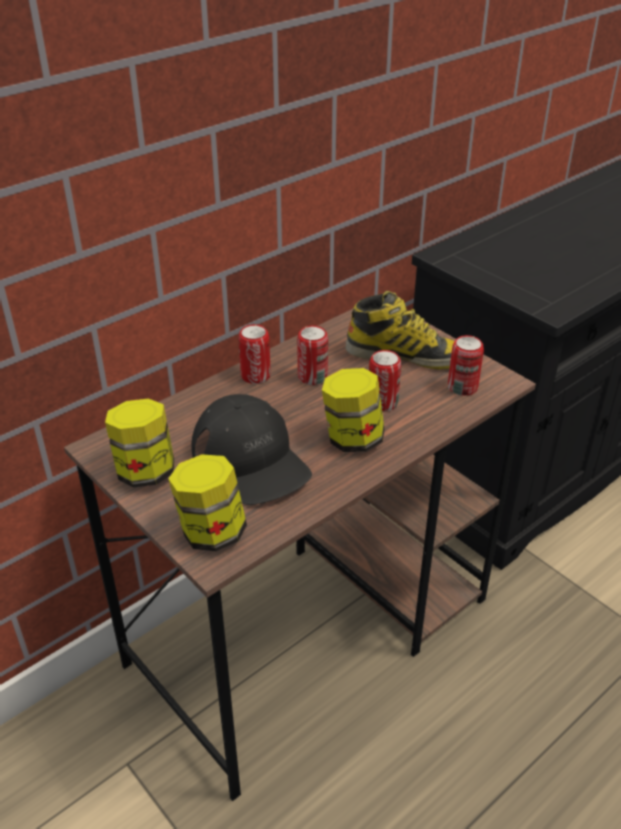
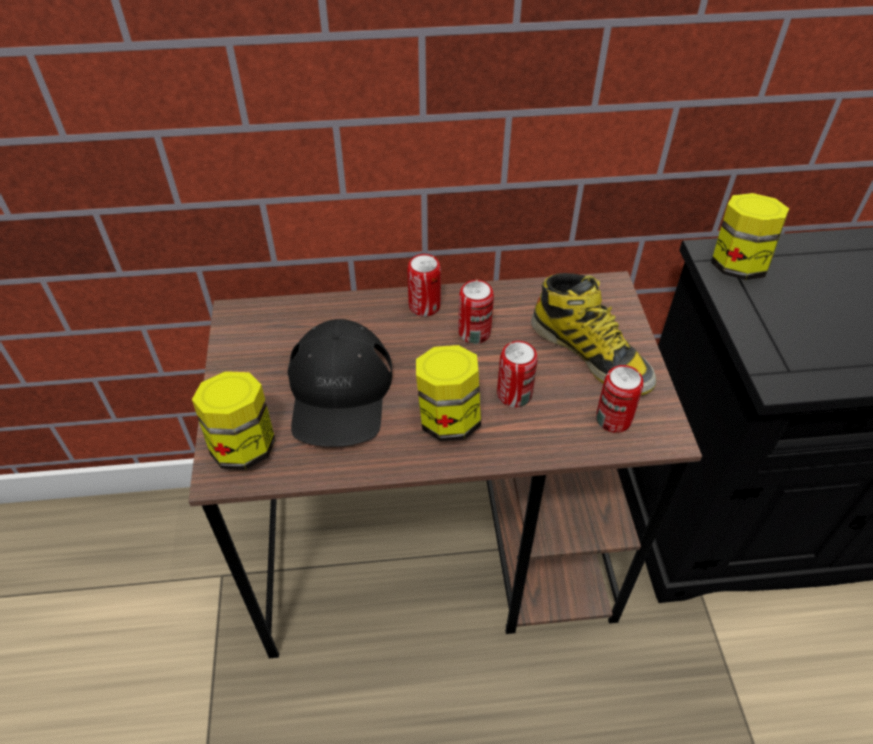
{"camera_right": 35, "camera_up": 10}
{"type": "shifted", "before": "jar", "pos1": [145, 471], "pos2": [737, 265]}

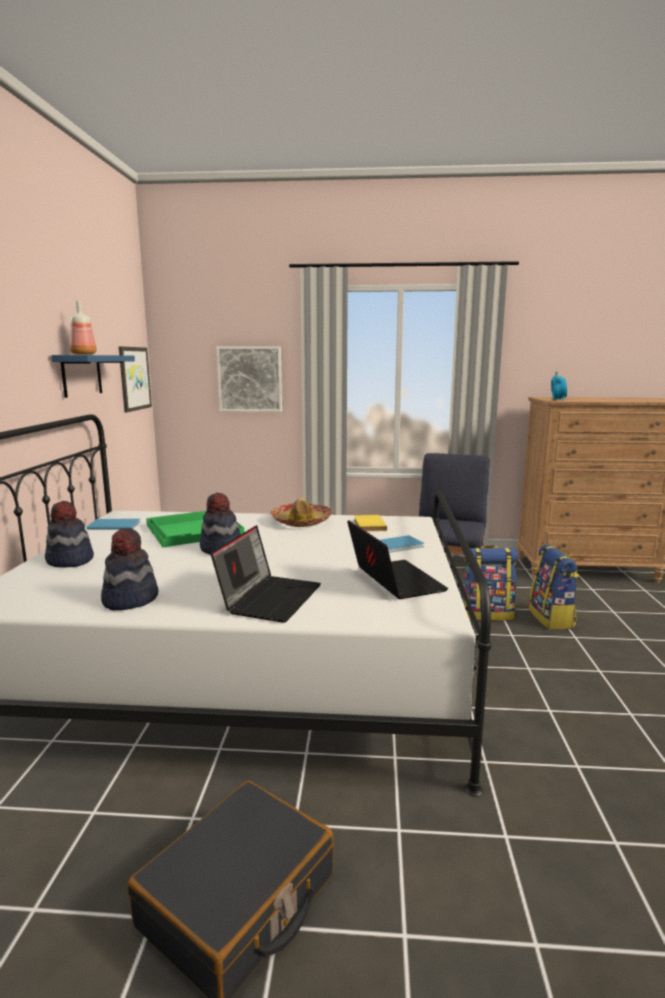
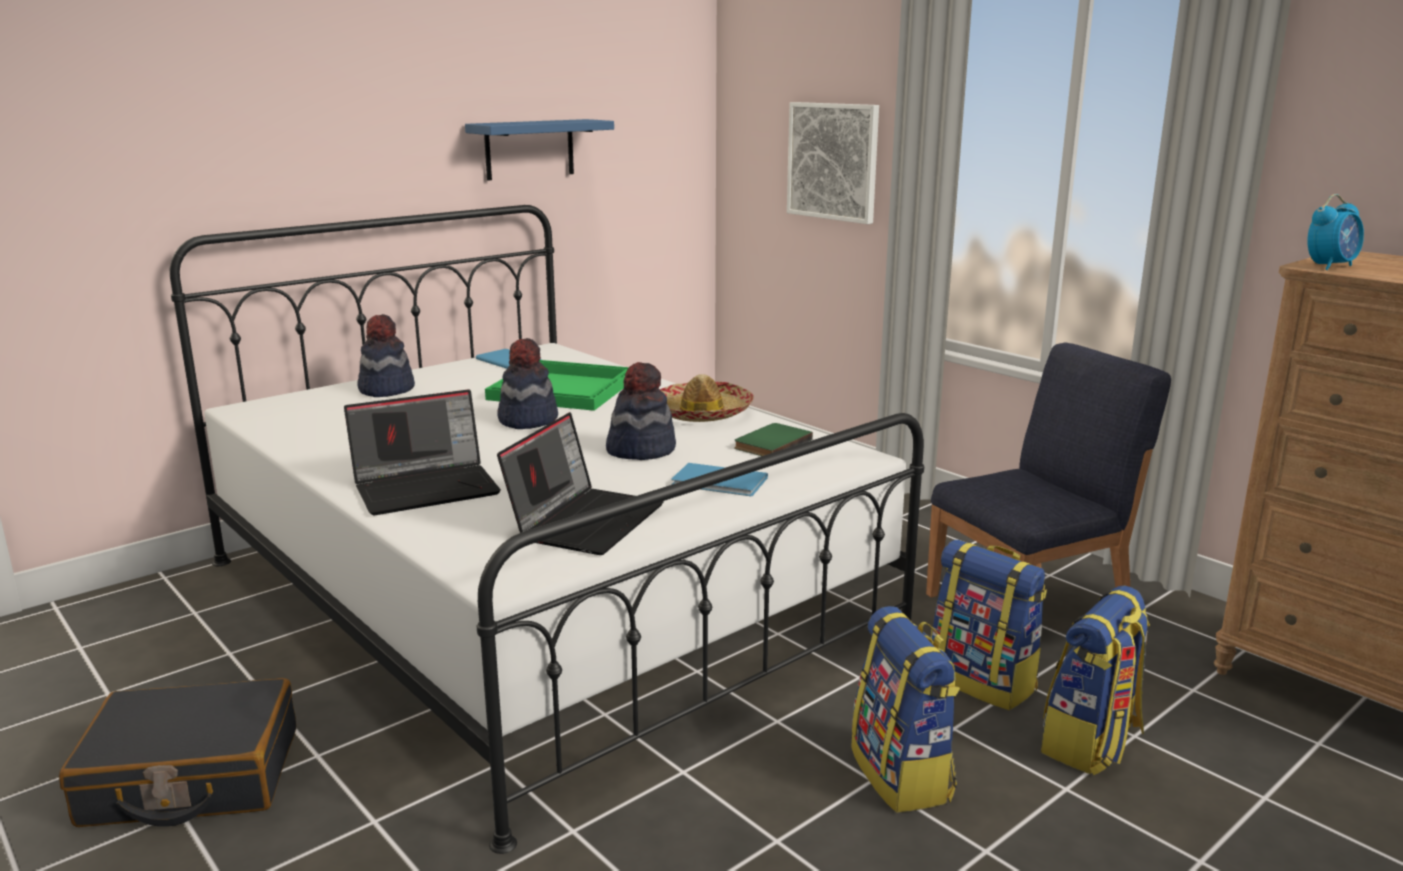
{"camera_right": 45, "camera_up": 5}
{"type": "gone", "before": "drink bottle", "pos1": [82, 354]}
{"type": "shifted", "before": "wearable hat", "pos1": [130, 599], "pos2": [641, 450]}
{"type": "gone", "before": "picture", "pos1": [134, 378]}
{"type": "repainted", "before": "yellowish book", "after": "green book", "pos1": [368, 525], "pos2": [770, 443]}
{"type": "new", "after": "knapsack", "pos2": [903, 775]}

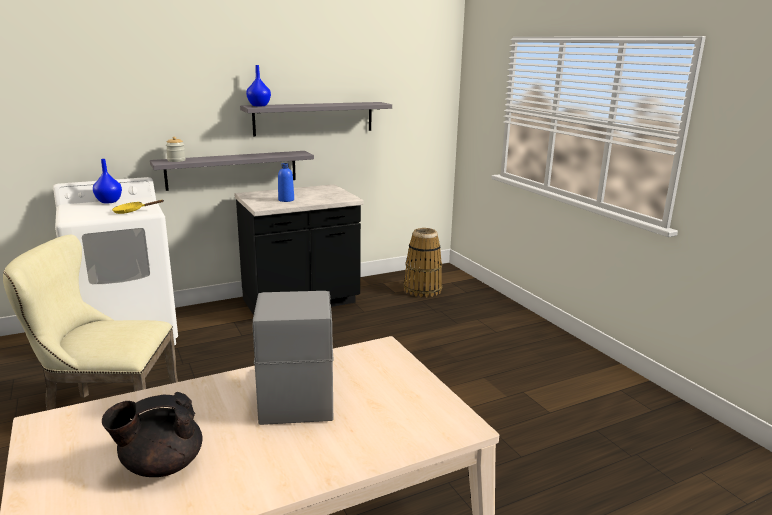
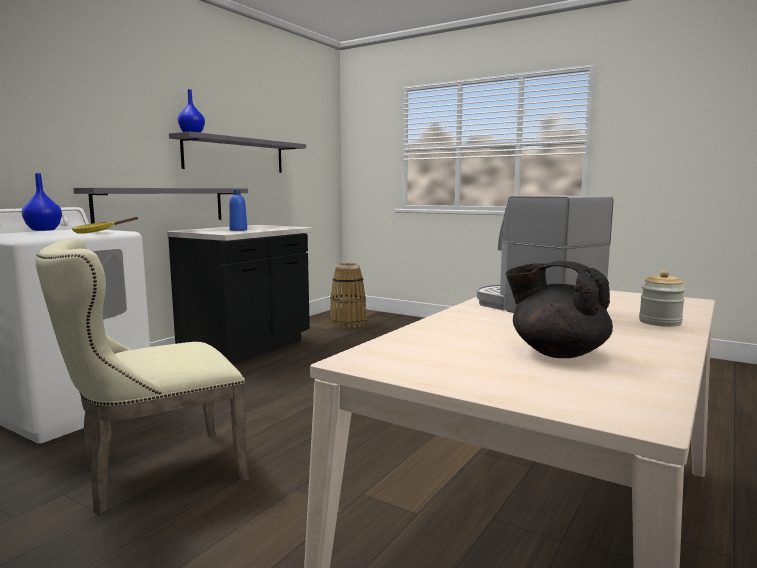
{"camera_right": -30, "camera_up": -10}
{"type": "rotated", "before": "blackish teapot", "pos1": [161, 465], "pos2": [557, 352], "turn": 90}
{"type": "shifted", "before": "jar", "pos1": [176, 160], "pos2": [660, 322]}

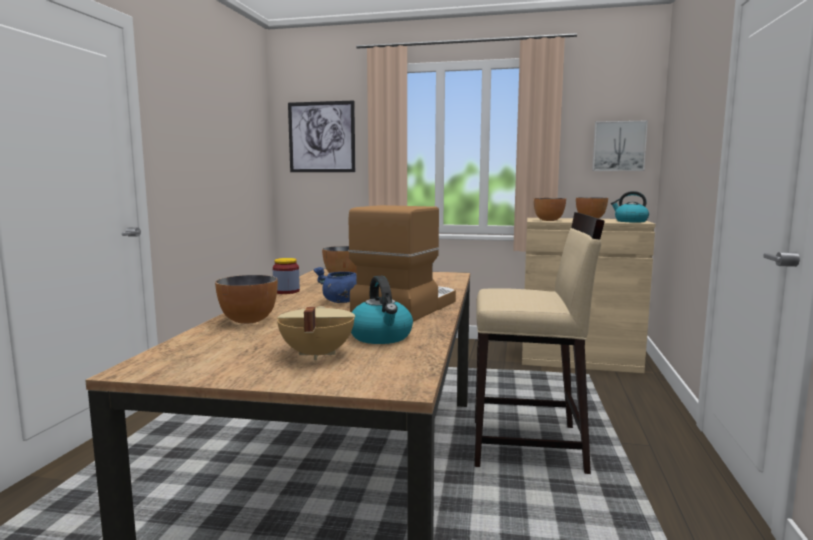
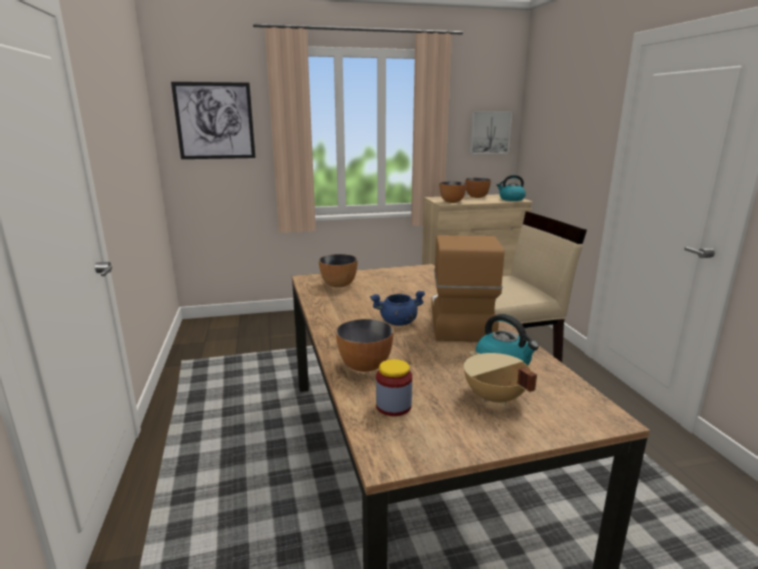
{"camera_right": -25, "camera_up": 10}
{"type": "shifted", "before": "jar", "pos1": [286, 291], "pos2": [393, 406]}

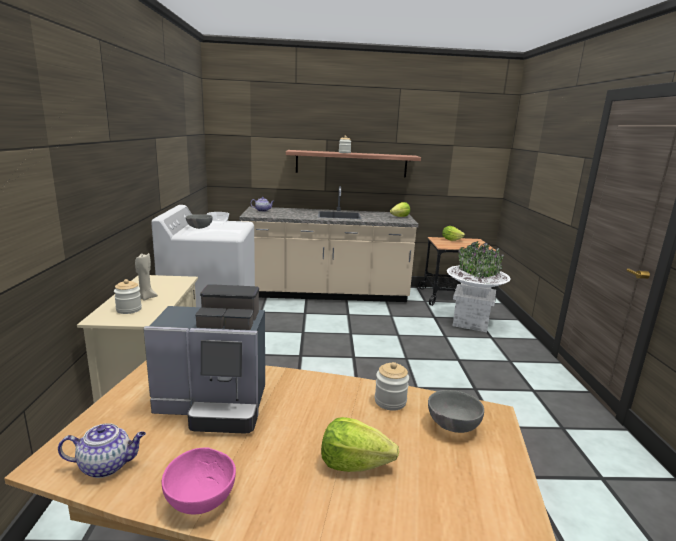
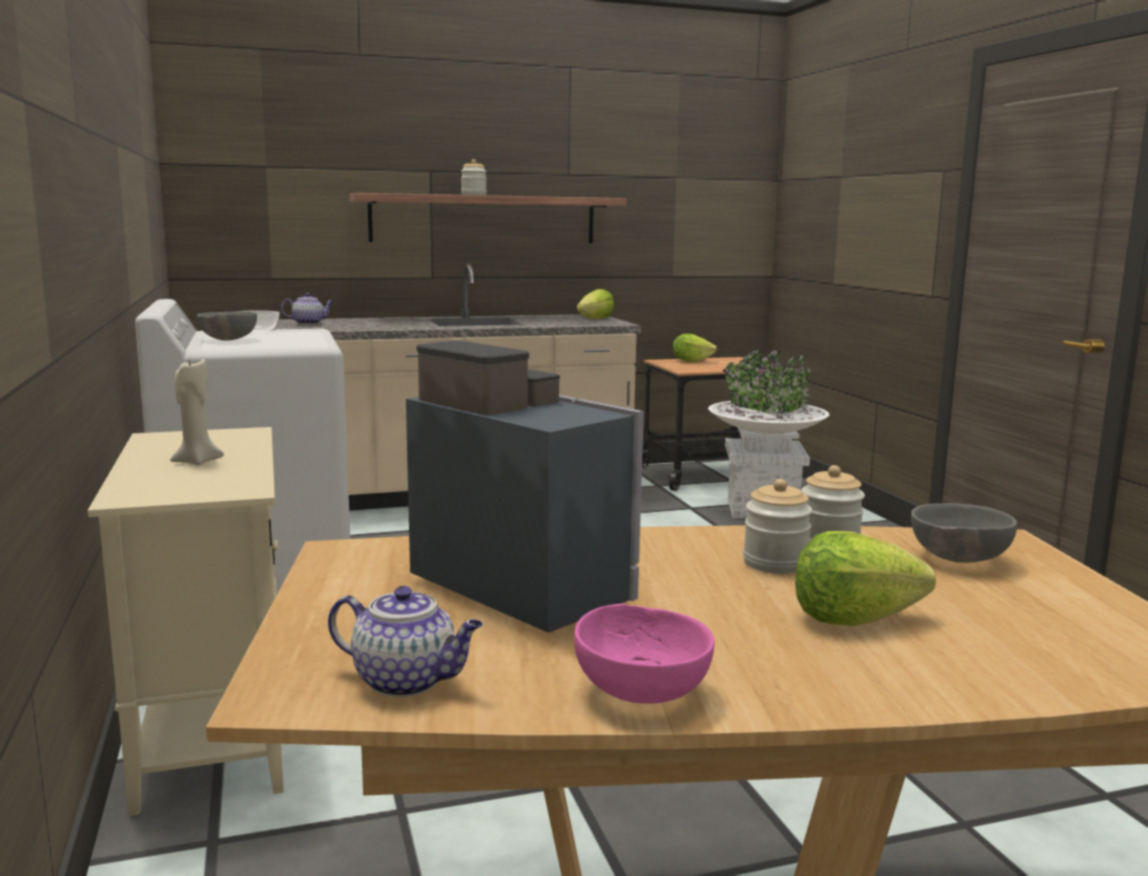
{"camera_right": -15, "camera_up": -5}
{"type": "rotated", "before": "teapot", "pos1": [107, 465], "pos2": [407, 681], "turn": 45}
{"type": "shifted", "before": "jar", "pos1": [129, 309], "pos2": [775, 563]}
{"type": "rotated", "before": "coffee maker", "pos1": [215, 406], "pos2": [524, 586], "turn": -120}

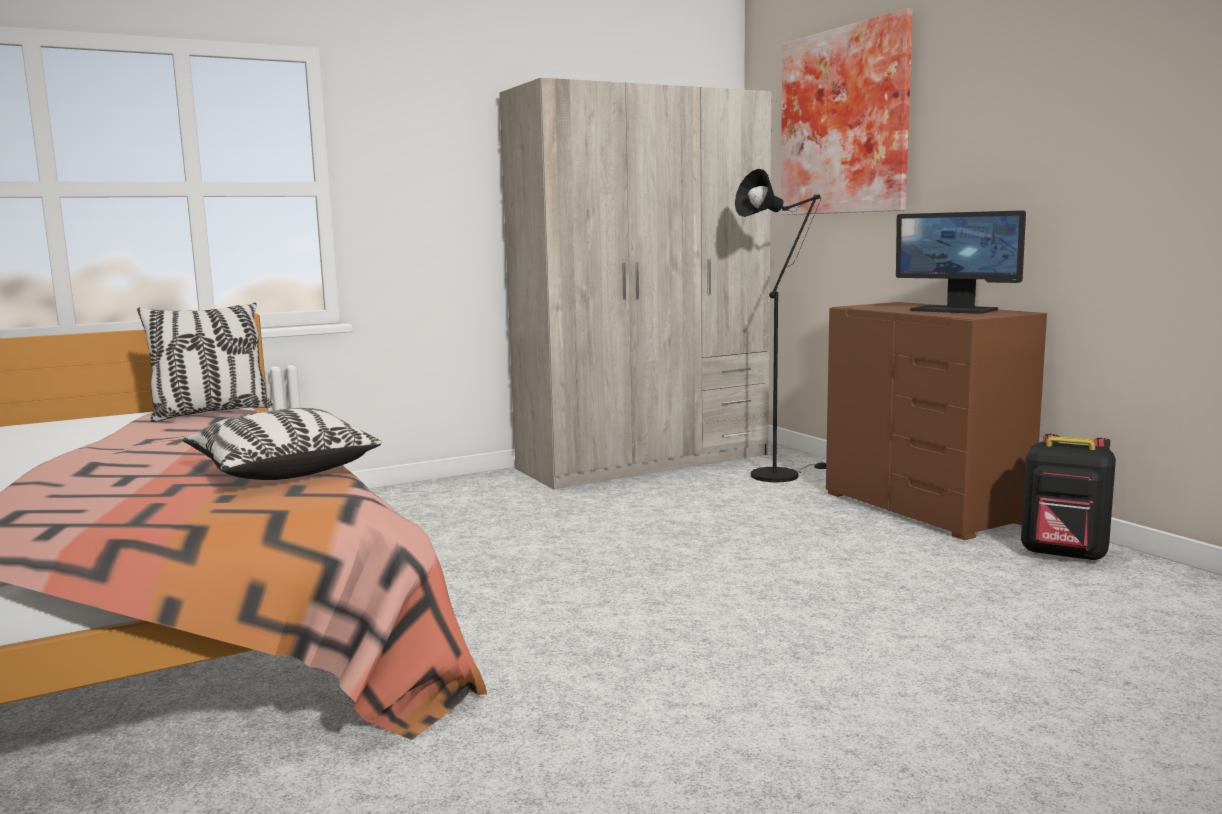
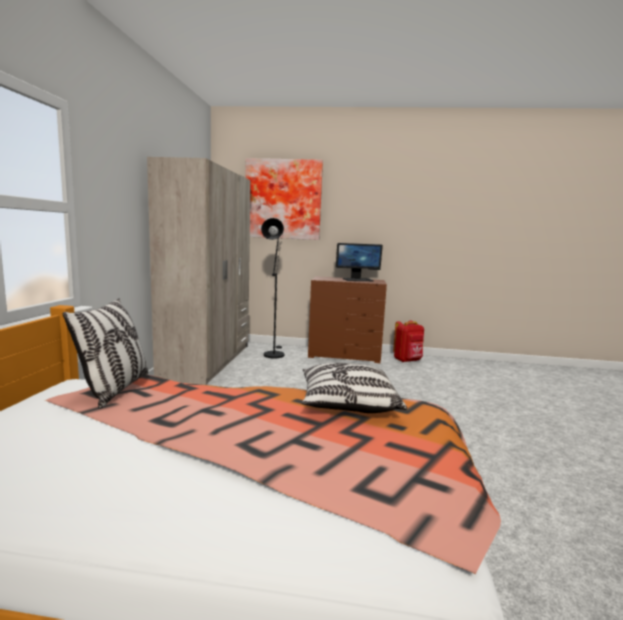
{"camera_right": -55, "camera_up": 0}
{"type": "repainted", "before": "blackish knapsack", "after": "red knapsack", "pos1": [1064, 555], "pos2": [407, 360]}

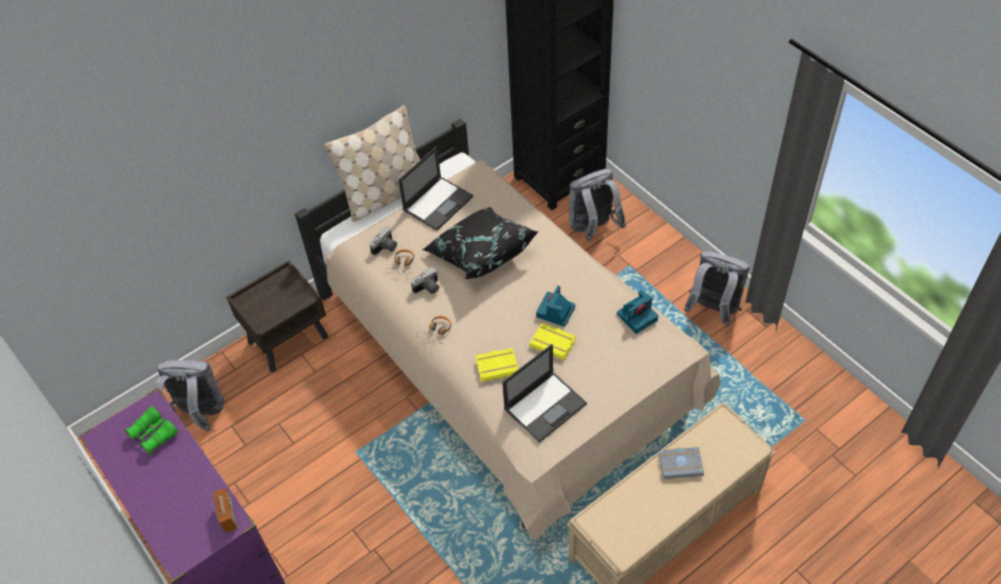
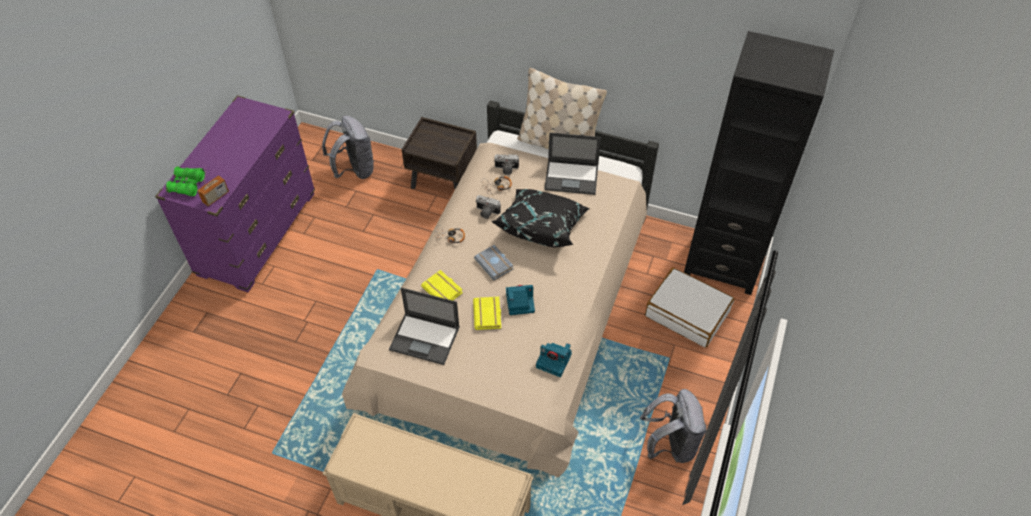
{"camera_right": 55, "camera_up": 0}
{"type": "shifted", "before": "green binoculars", "pos1": [154, 434], "pos2": [187, 185]}
{"type": "swapped", "before": "greyish knapsack", "after": "white travel case", "pos1": [593, 229], "pos2": [687, 313]}
{"type": "shifted", "before": "greyish book", "pos1": [681, 464], "pos2": [495, 264]}

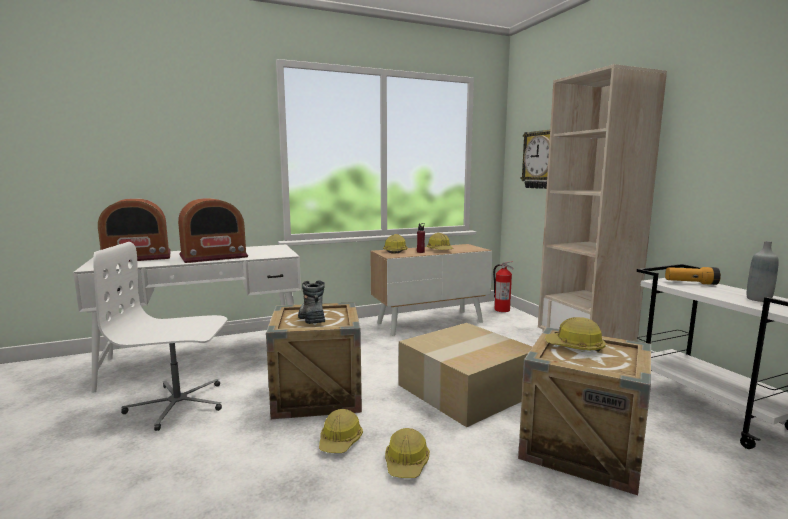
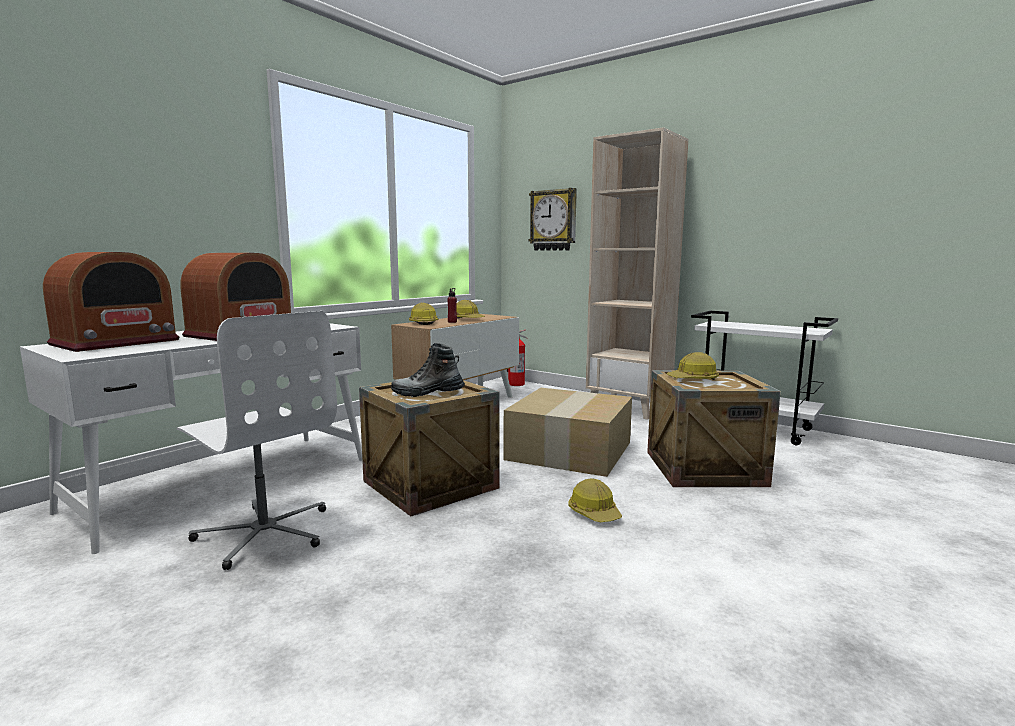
{"camera_right": -30, "camera_up": 0}
{"type": "rotated", "before": "white office chair", "pos1": [178, 404], "pos2": [265, 533], "turn": -105}
{"type": "rotated", "before": "boot", "pos1": [311, 319], "pos2": [428, 393], "turn": -45}
{"type": "gone", "before": "work helmet", "pos1": [340, 441]}
{"type": "gone", "before": "hand torch", "pos1": [690, 283]}
{"type": "gone", "before": "greyish drink bottle", "pos1": [758, 299]}

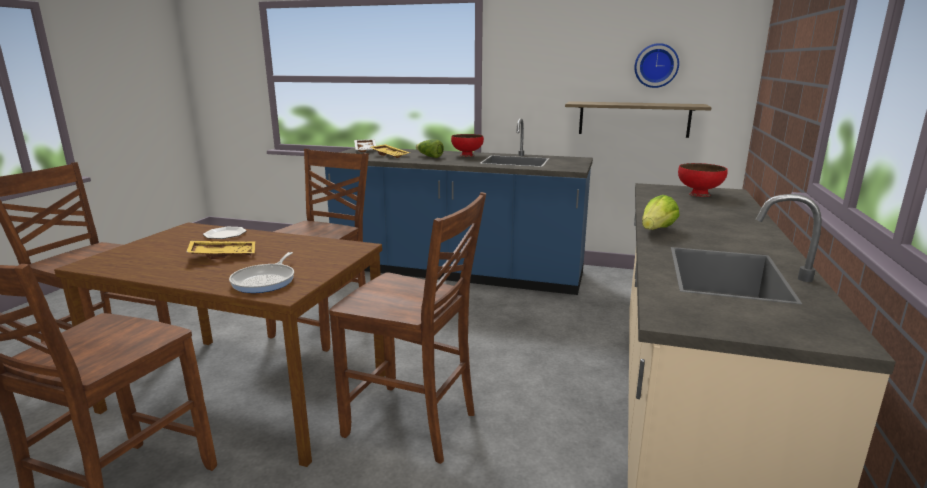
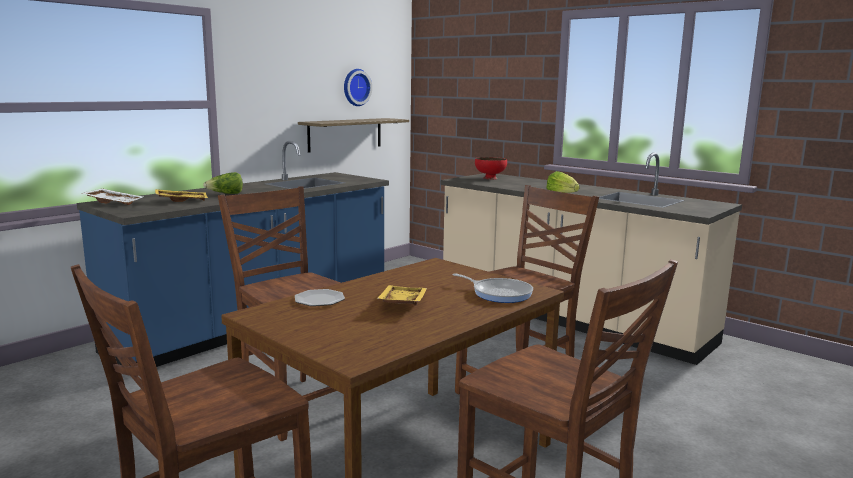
{"camera_right": -65, "camera_up": -5}
{"type": "gone", "before": "red bowl", "pos1": [467, 155]}

